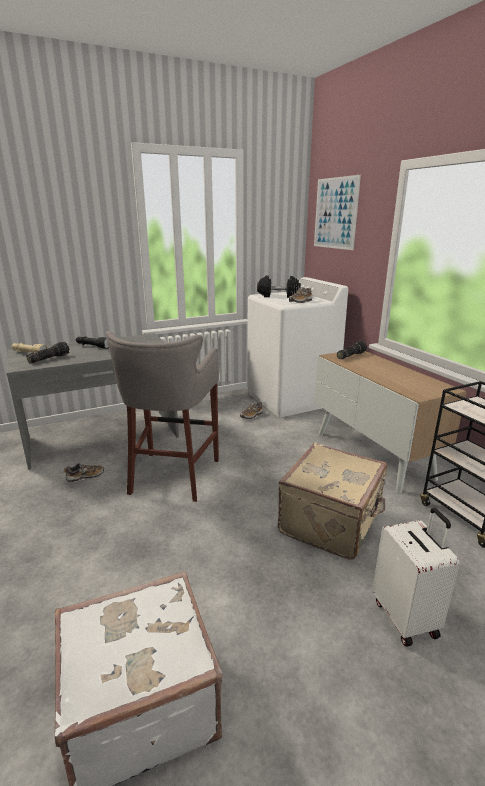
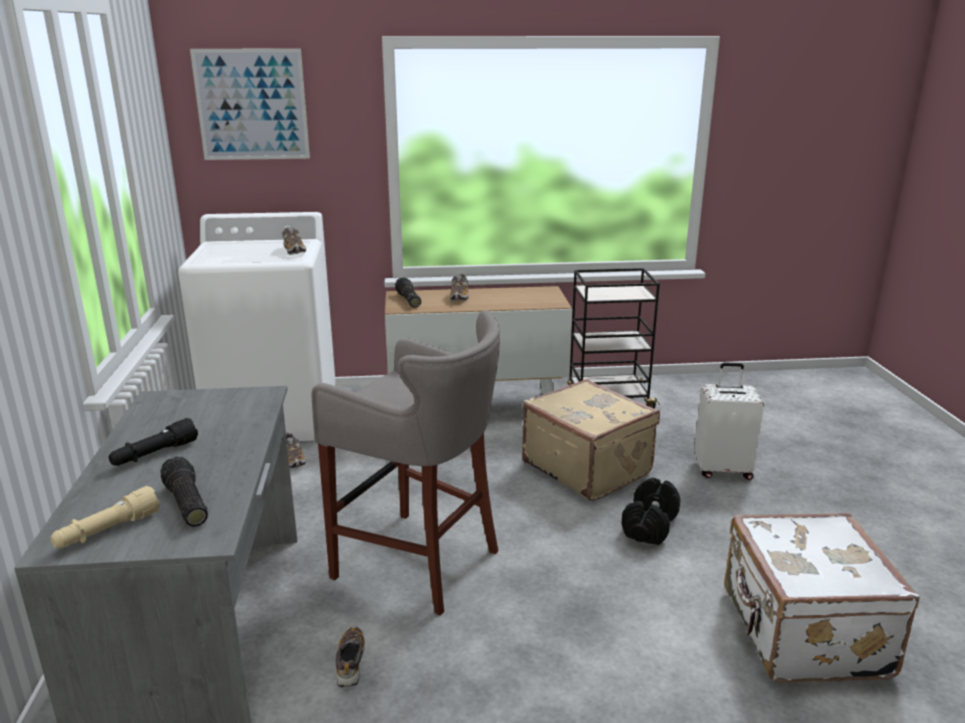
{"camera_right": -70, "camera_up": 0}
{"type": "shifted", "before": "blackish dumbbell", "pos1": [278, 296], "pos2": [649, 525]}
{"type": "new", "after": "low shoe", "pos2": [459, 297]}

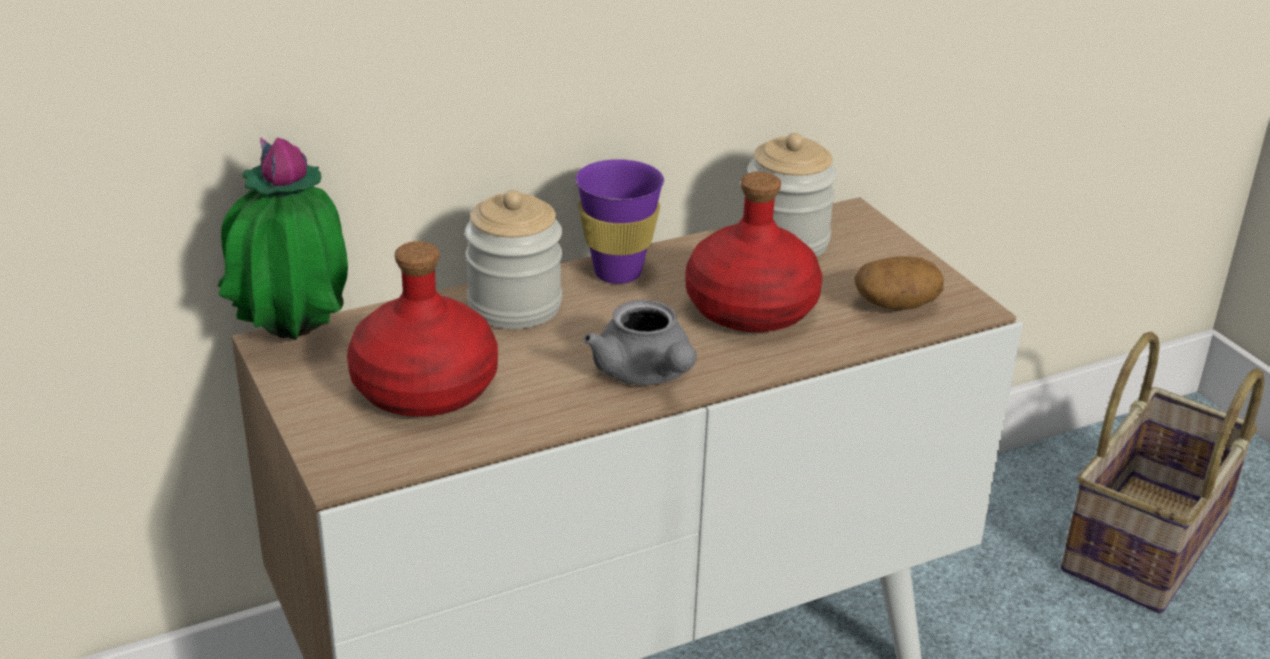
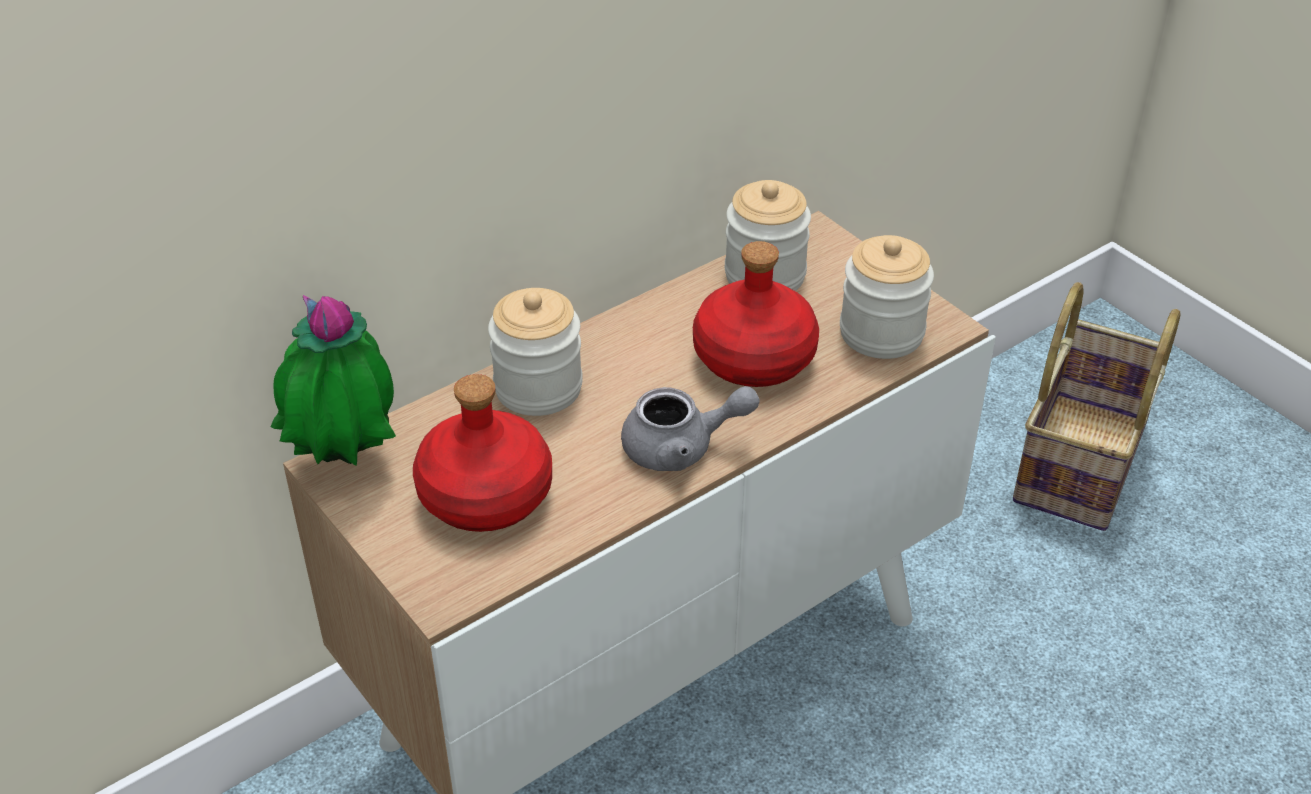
{"camera_right": -10, "camera_up": 10}
{"type": "gone", "before": "purple small cup", "pos1": [617, 273]}
{"type": "rotated", "before": "greyish teapot", "pos1": [646, 375], "pos2": [681, 448], "turn": -60}
{"type": "swapped", "before": "whole potato", "after": "jar", "pos1": [896, 304], "pos2": [881, 333]}

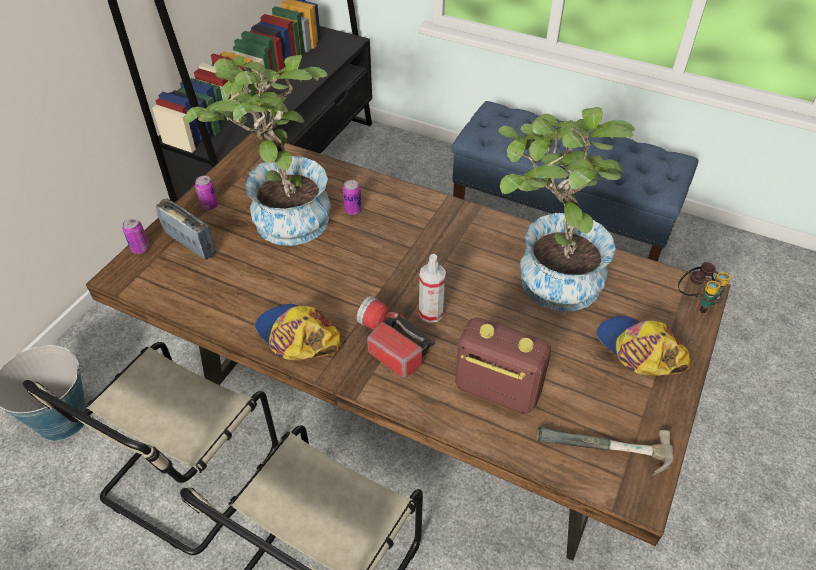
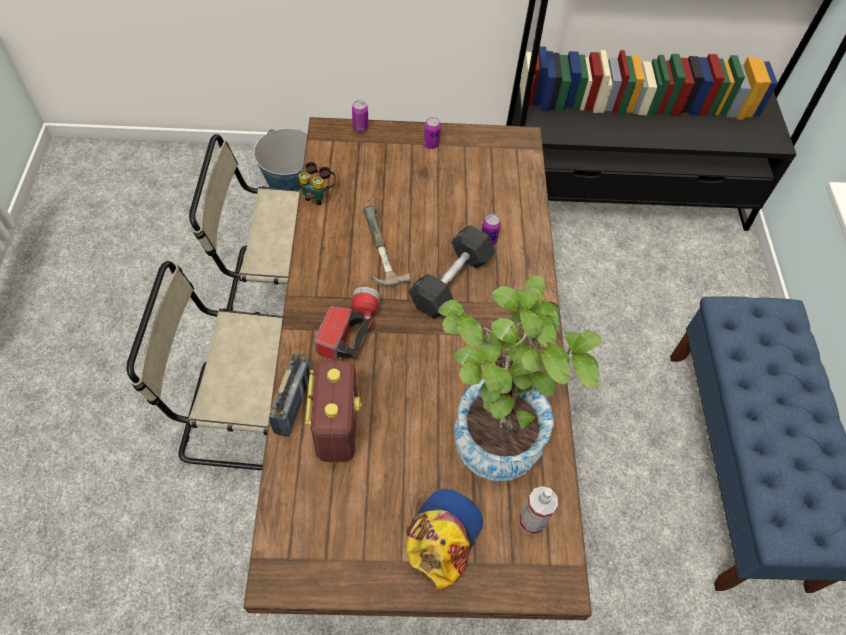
{"camera_right": 60, "camera_up": 10}
{"type": "shifted", "before": "radio set", "pos1": [190, 243], "pos2": [293, 404]}
{"type": "gone", "before": "houseplant", "pos1": [282, 216]}
{"type": "gone", "before": "cap", "pos1": [297, 336]}
{"type": "shifted", "before": "sprayer", "pos1": [431, 313], "pos2": [532, 521]}
{"type": "shifted", "before": "hand hammer", "pos1": [604, 452], "pos2": [375, 249]}
{"type": "shifted", "before": "binoculars", "pos1": [696, 301], "pos2": [318, 195]}
{"type": "new", "after": "greyish dumbbell", "pos2": [451, 282]}

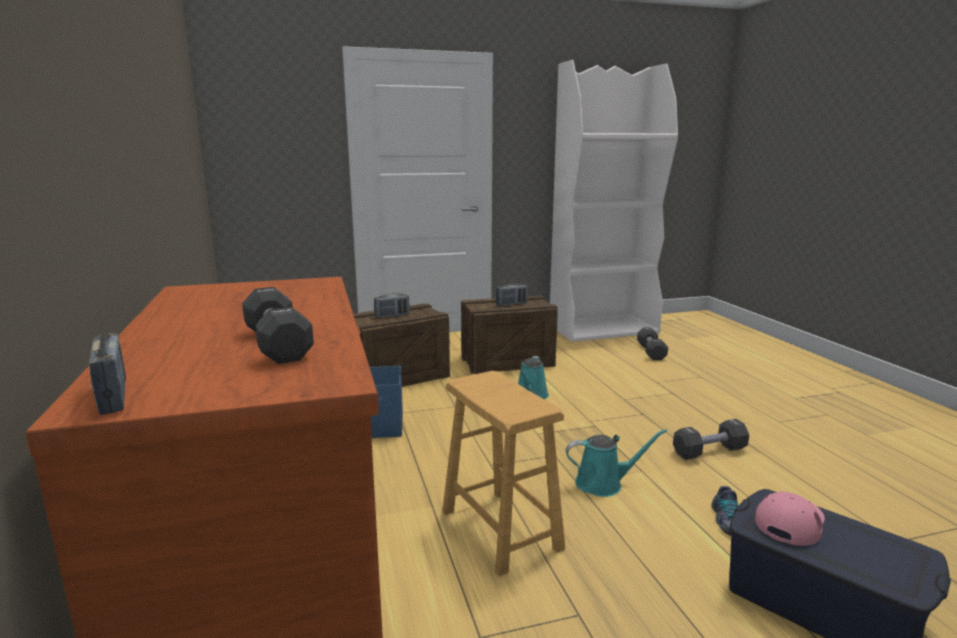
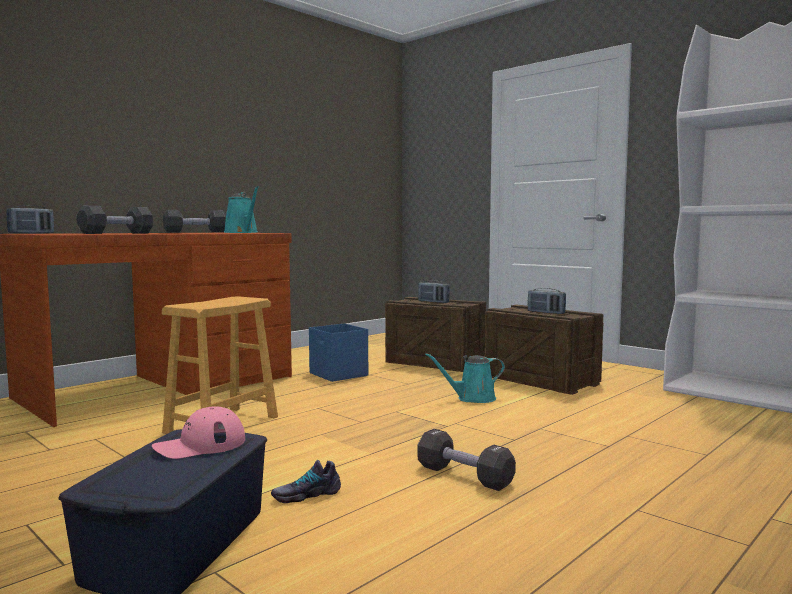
{"camera_right": 60, "camera_up": -10}
{"type": "shifted", "before": "turquoise watering can", "pos1": [603, 483], "pos2": [242, 232]}
{"type": "shifted", "before": "blackish dumbbell", "pos1": [651, 352], "pos2": [195, 232]}
{"type": "rotated", "before": "pink cap", "pos1": [790, 521], "pos2": [200, 445], "turn": 135}

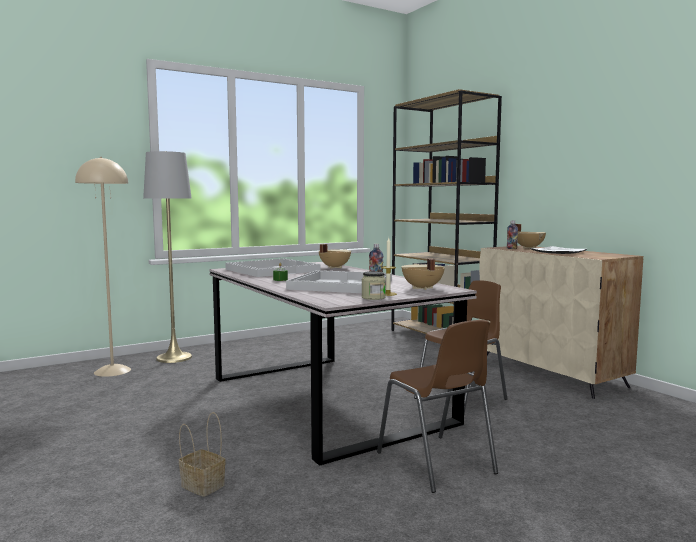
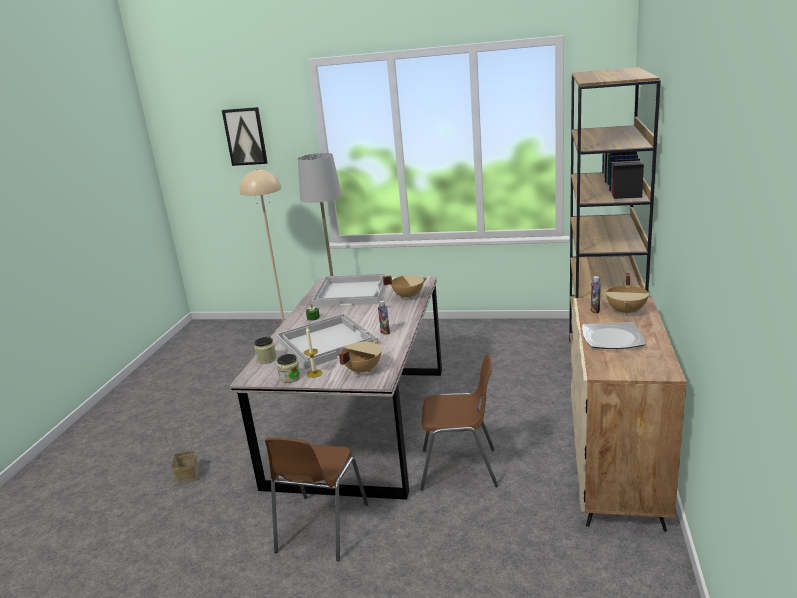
{"camera_right": 45, "camera_up": 15}
{"type": "new", "after": "picture", "pos2": [245, 136]}
{"type": "new", "after": "jar", "pos2": [266, 359]}

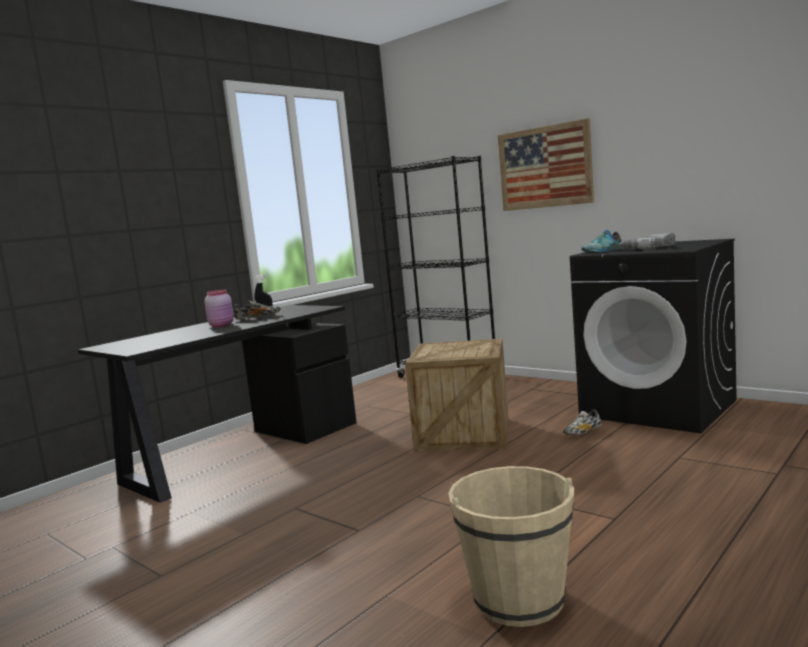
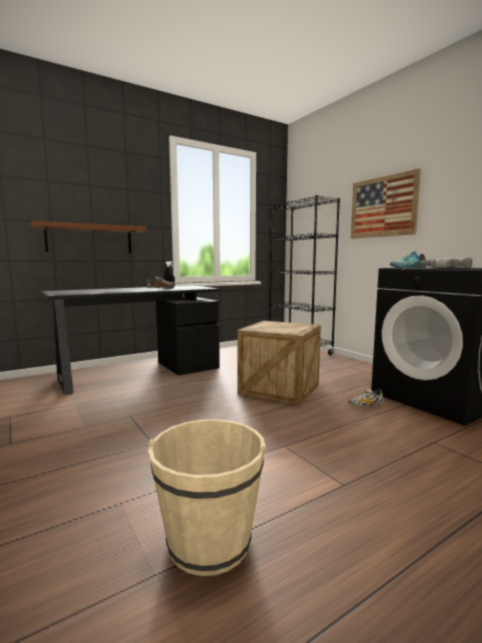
{"camera_right": 15, "camera_up": 0}
{"type": "gone", "before": "pink jar", "pos1": [222, 325]}
{"type": "new", "after": "brownish shelf", "pos2": [90, 239]}

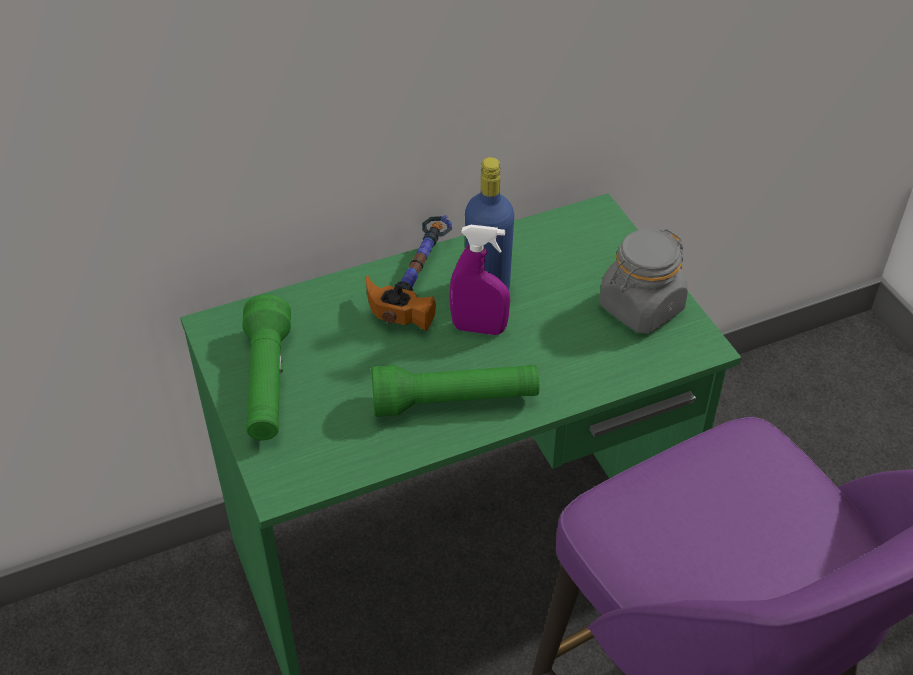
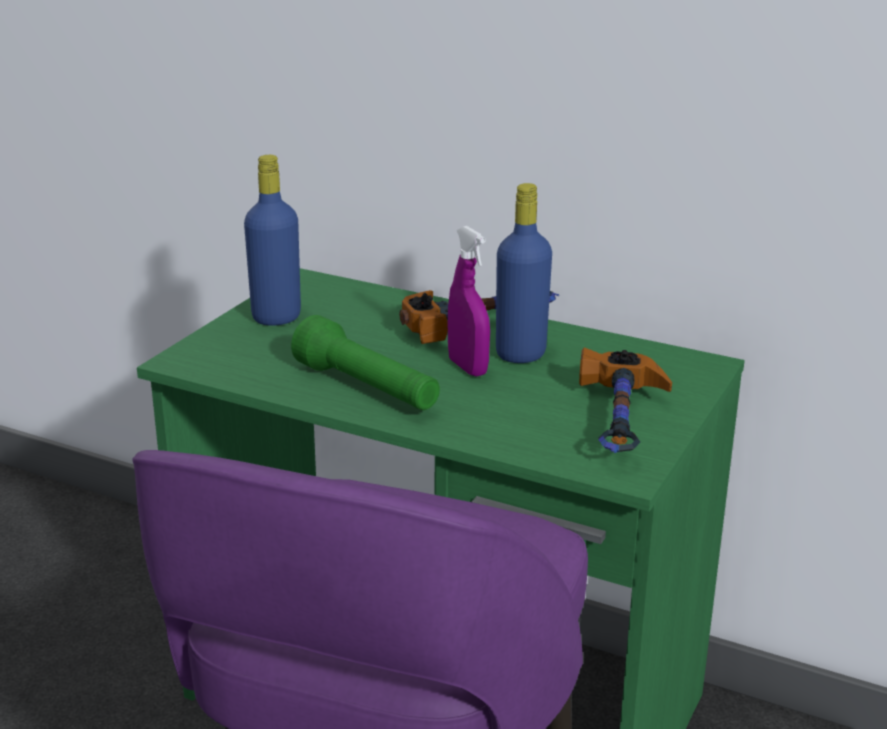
{"camera_right": 50, "camera_up": -20}
{"type": "swapped", "before": "green hand torch", "after": "blue drink bottle", "pos1": [267, 384], "pos2": [276, 317]}
{"type": "swapped", "before": "greyish jar", "after": "hand hammer", "pos1": [641, 308], "pos2": [622, 426]}

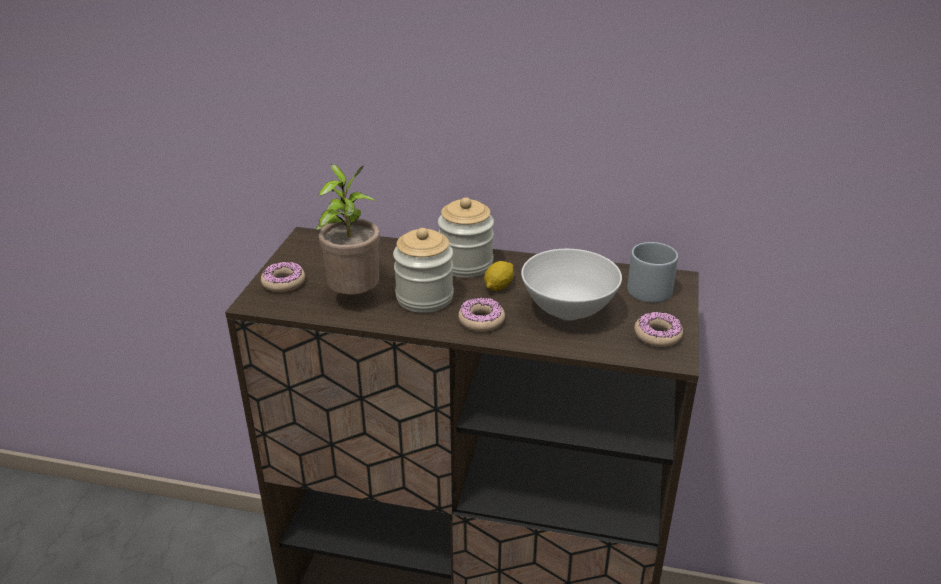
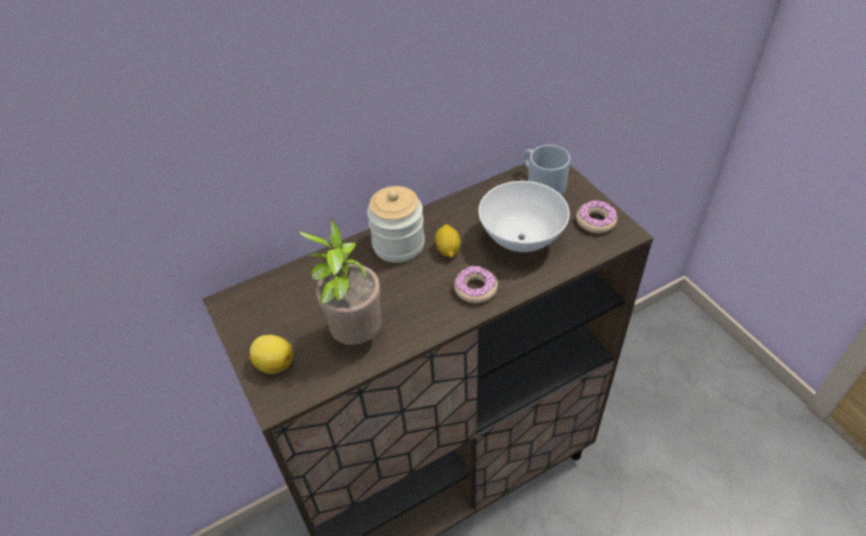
{"camera_right": -40, "camera_up": 15}
{"type": "swapped", "before": "donut", "after": "whole lemon", "pos1": [283, 282], "pos2": [274, 363]}
{"type": "gone", "before": "jar", "pos1": [424, 298]}

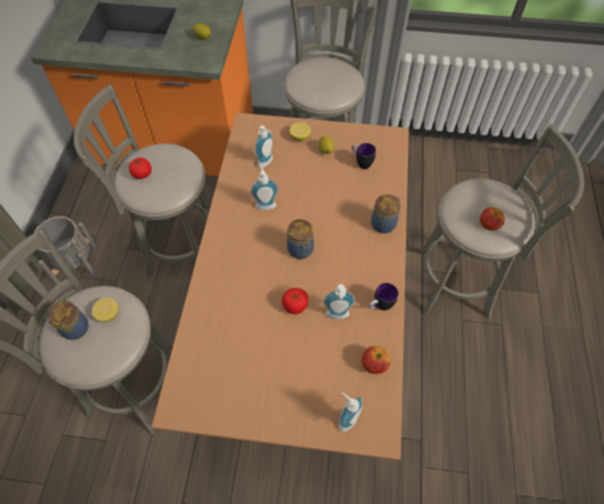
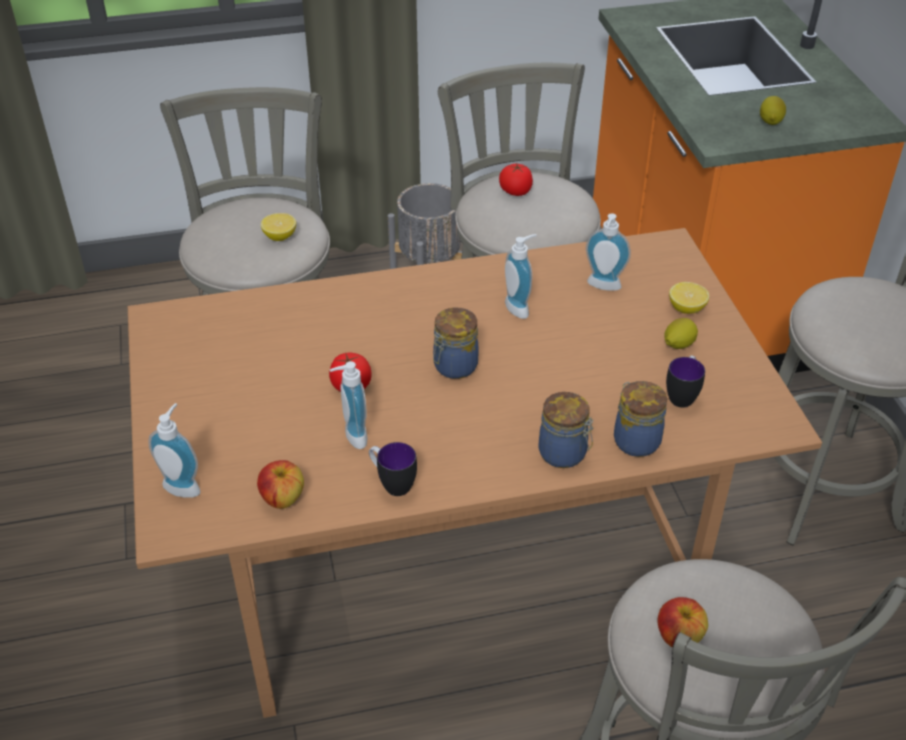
{"camera_right": 70, "camera_up": -15}
{"type": "shifted", "before": "jar", "pos1": [74, 328], "pos2": [635, 440]}

